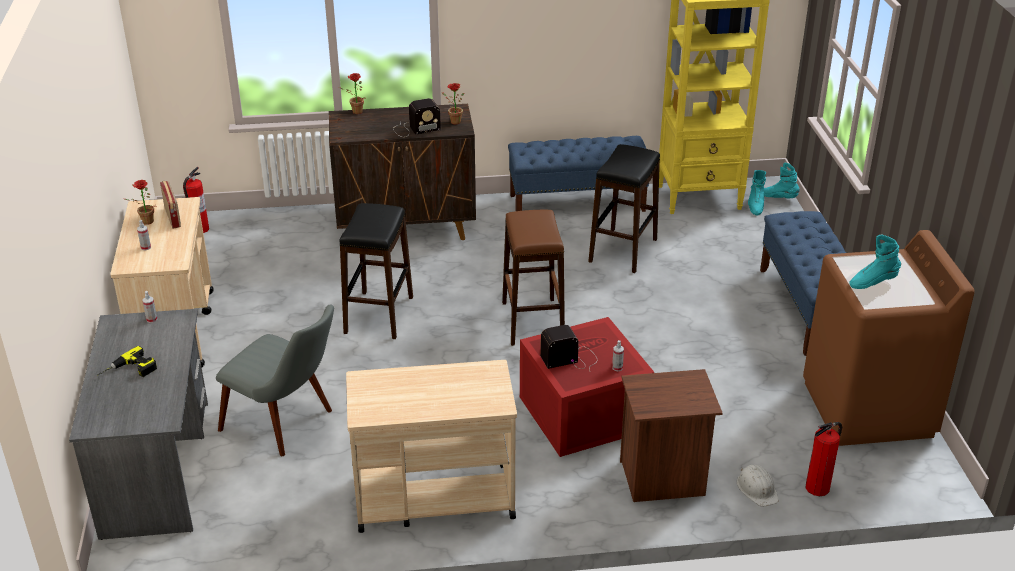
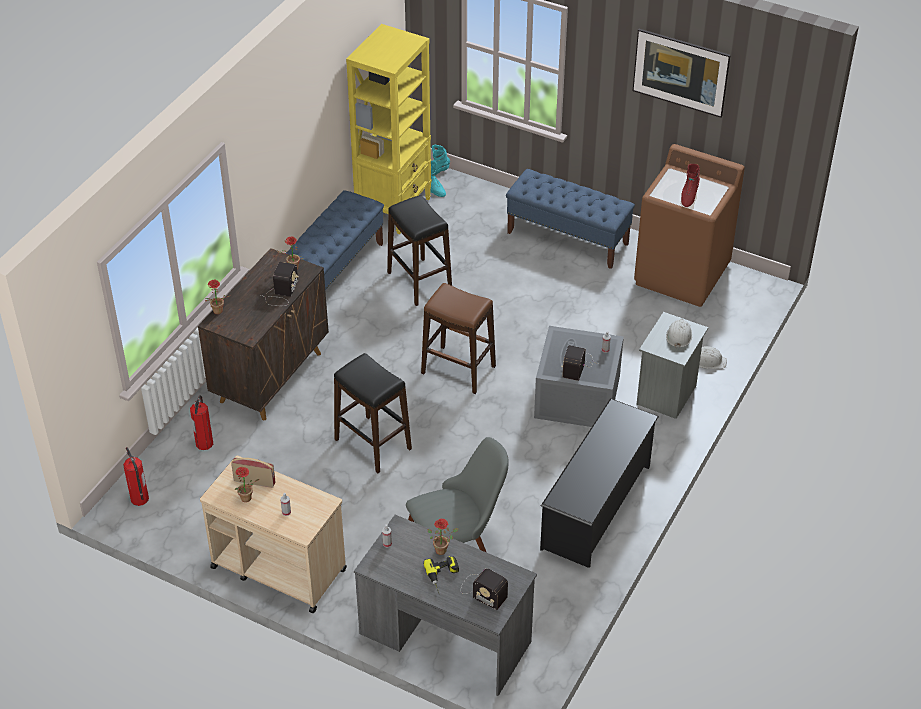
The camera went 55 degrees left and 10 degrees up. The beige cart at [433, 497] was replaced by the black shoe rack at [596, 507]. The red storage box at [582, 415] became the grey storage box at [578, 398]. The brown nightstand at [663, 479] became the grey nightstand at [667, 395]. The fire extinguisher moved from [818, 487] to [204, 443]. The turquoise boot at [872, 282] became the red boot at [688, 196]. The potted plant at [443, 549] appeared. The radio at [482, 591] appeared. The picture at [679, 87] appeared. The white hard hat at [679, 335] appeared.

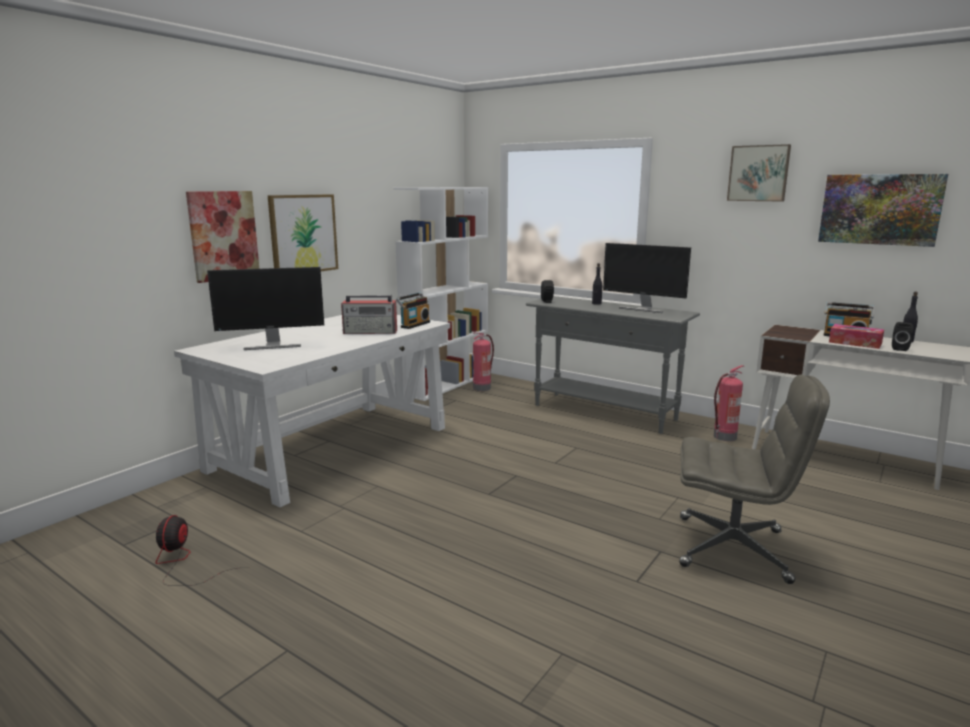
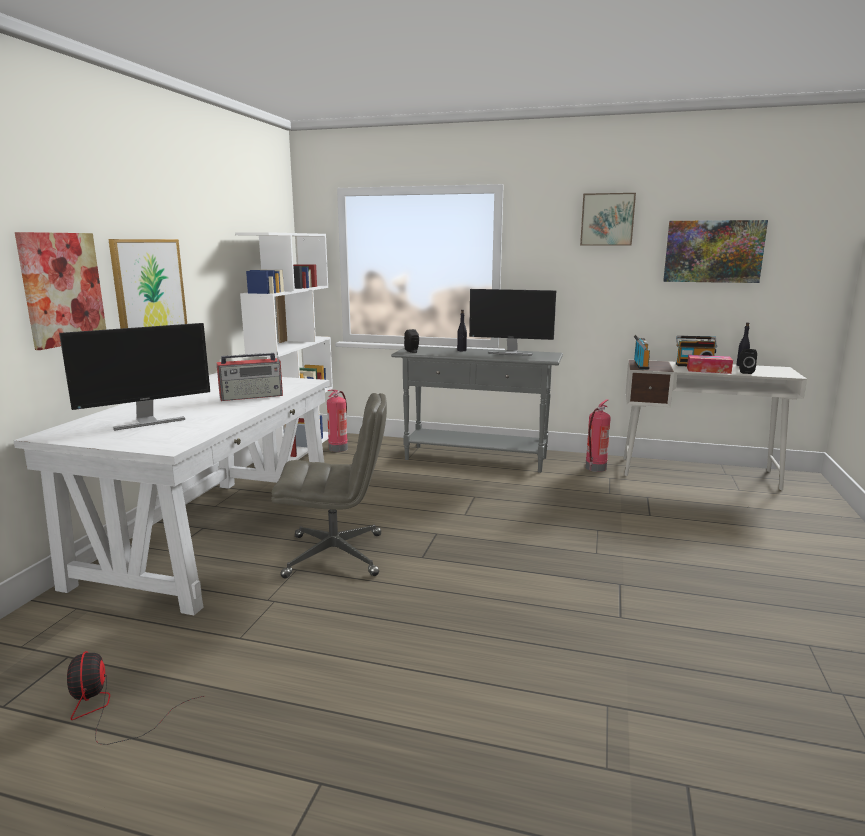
The camera went 20 degrees left and 0 degrees up. The radio moved from [414, 324] to [640, 365]. The grey office chair moved from [734, 548] to [336, 555].

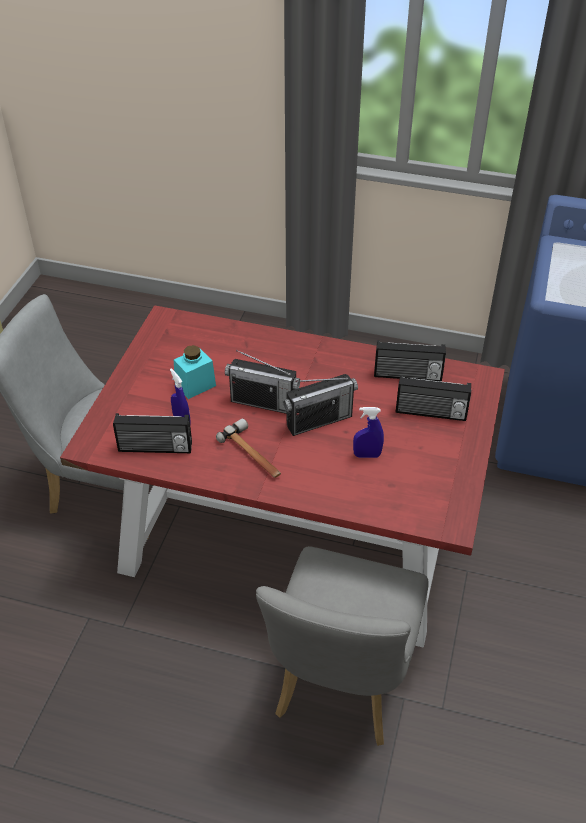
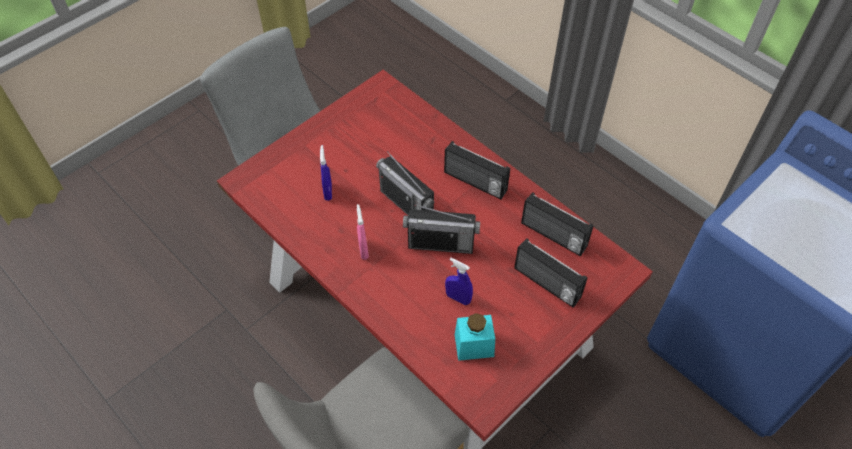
The camera went 30 degrees right and 10 degrees up. The radio moved from [155, 448] to [474, 182]. The turquoise jar moved from [195, 385] to [474, 345]. The hammer at [253, 454] was replaced by the pink spray bottle at [363, 250].

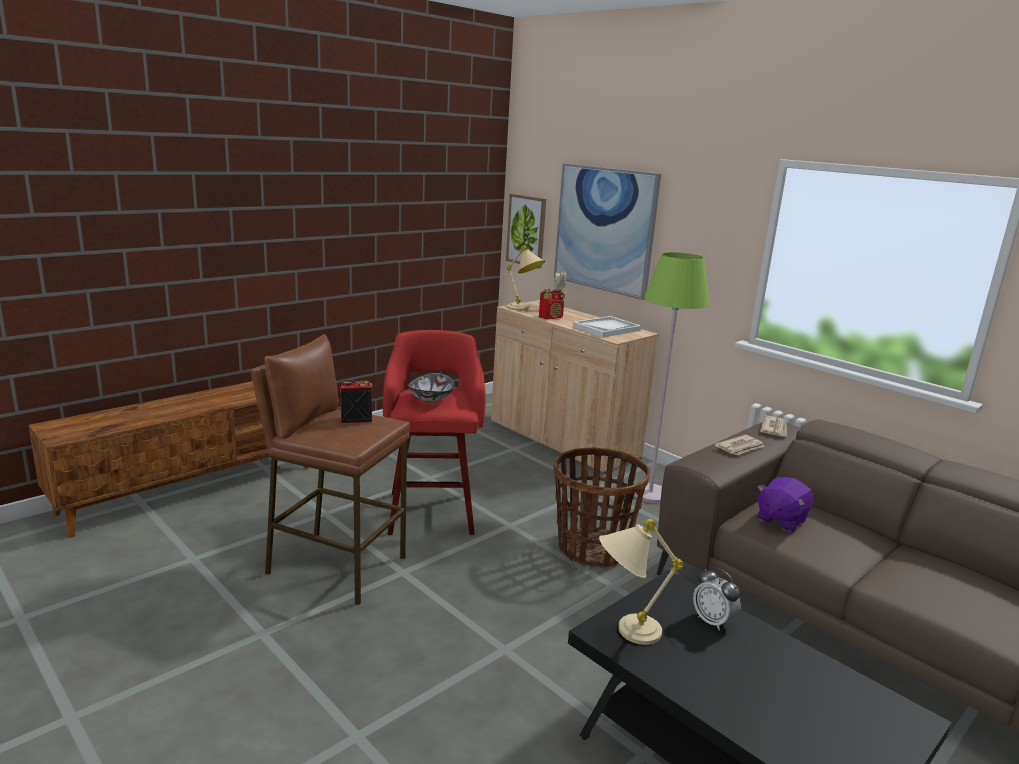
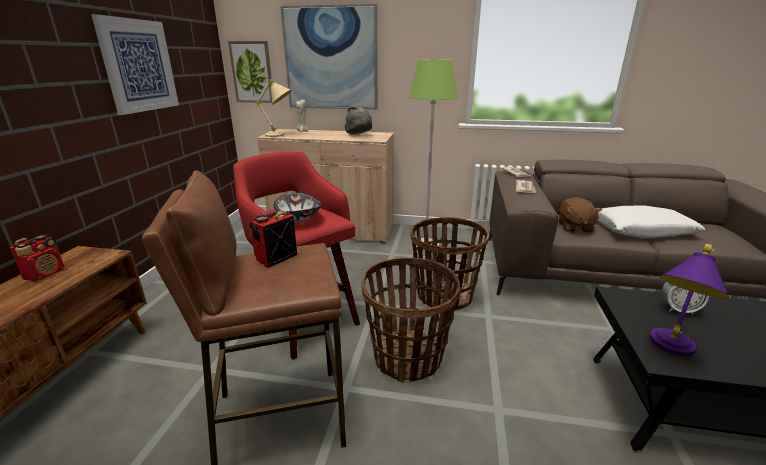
The camera went 35 degrees left and 5 degrees up. The radio moved from [551, 317] to [46, 274]. The white tray at [606, 328] was replaced by the grey hat at [359, 135]. The beige table lamp at [624, 631] became the purple table lamp at [668, 349]. The purple plush toy at [780, 520] became the brown plush toy at [574, 227]. The picture at [139, 66] appeared. The basket at [408, 357] appeared. The white pillow at [641, 230] appeared.

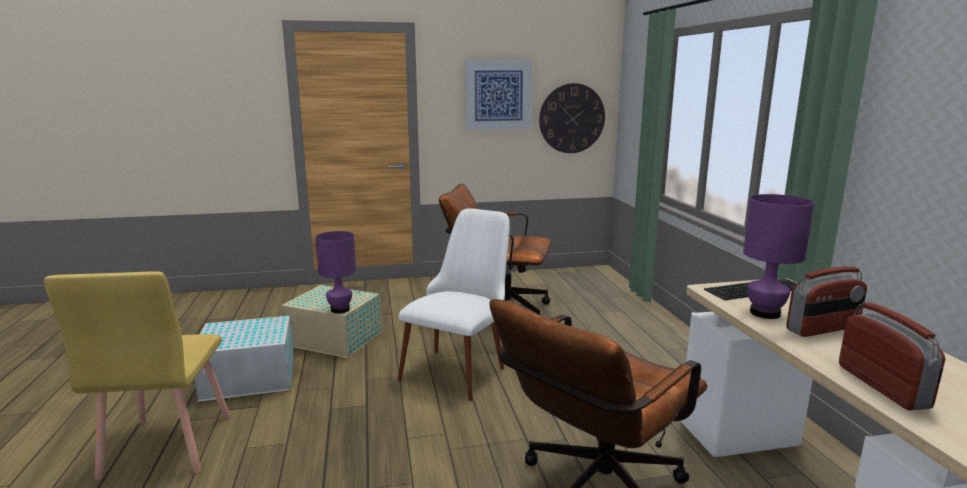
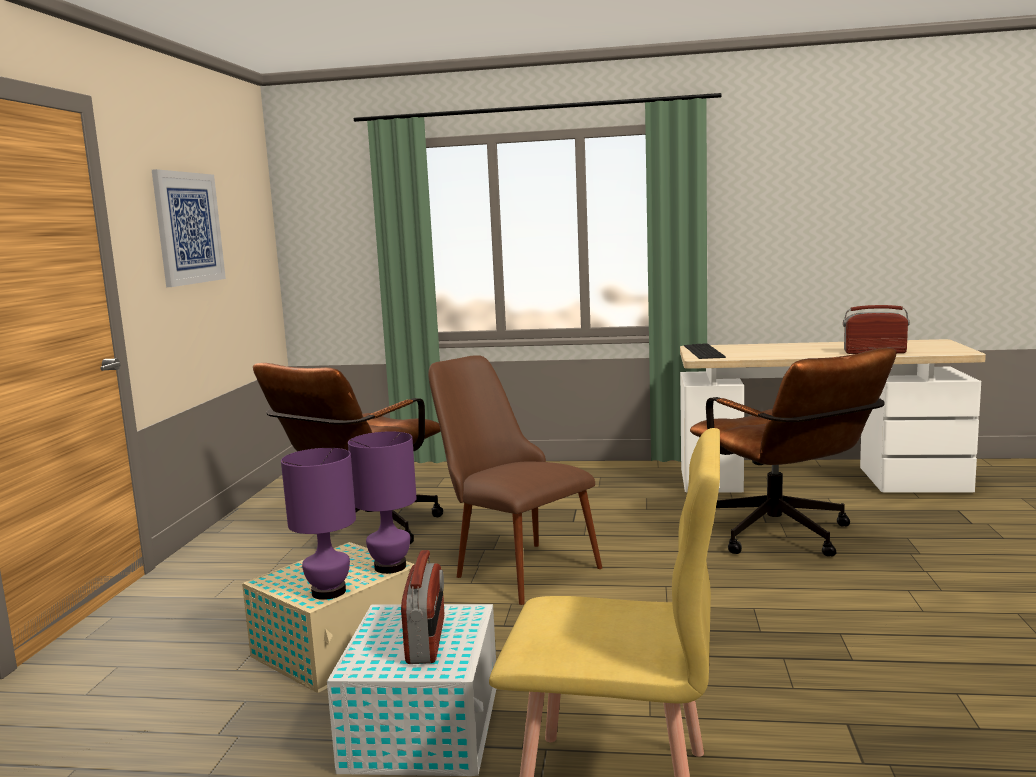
The camera went 70 degrees left and 5 degrees down. The white chair at [461, 366] became the brown chair at [512, 566]. The wall clock at [572, 118] disappeared. The purple table lamp moved from [765, 313] to [329, 592]. The radio moved from [823, 329] to [427, 640].

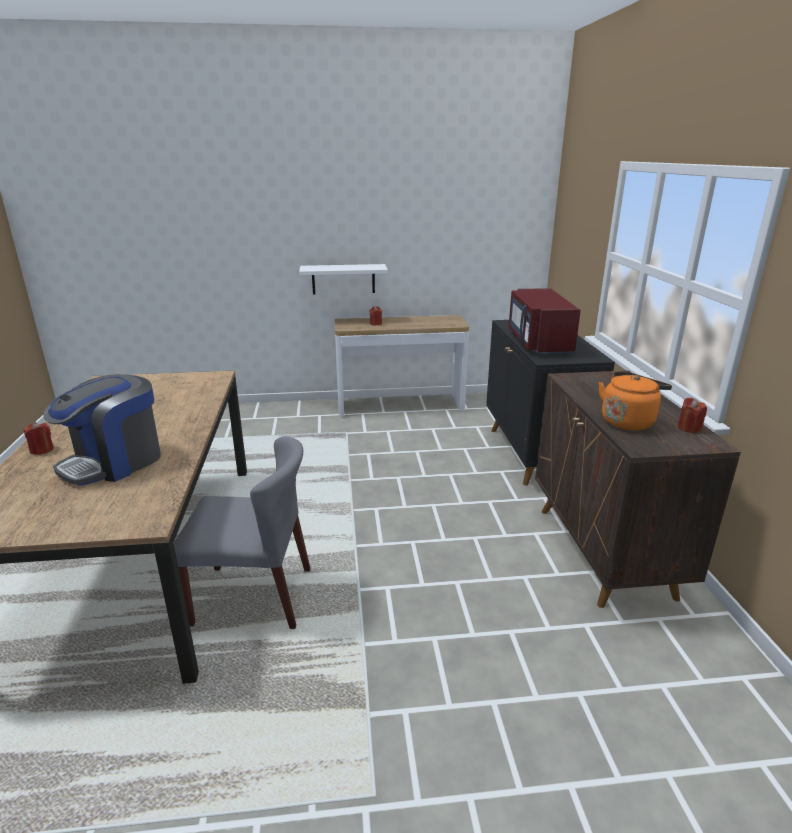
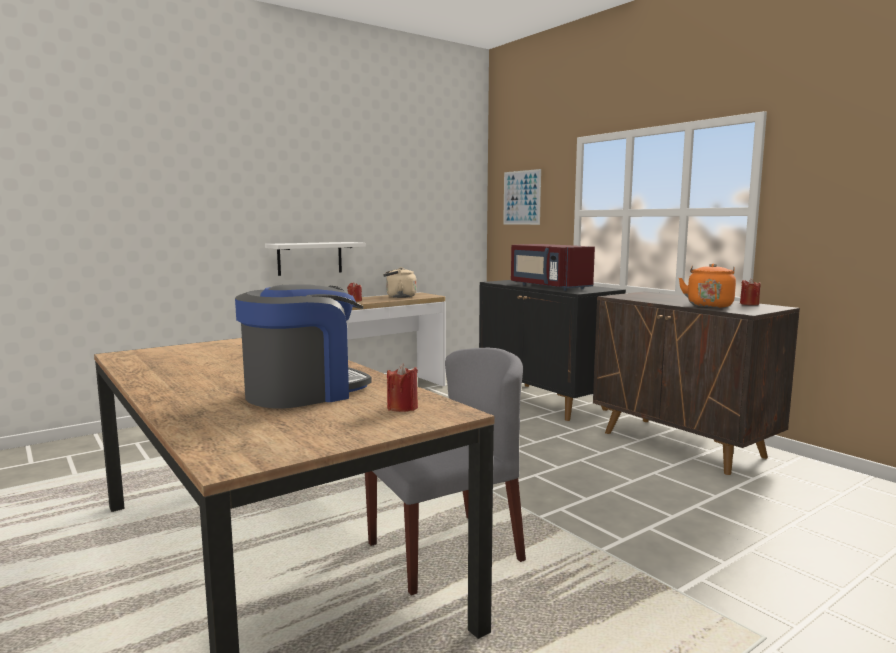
The camera went 30 degrees left and 15 degrees down. The red candle moved from [42, 450] to [402, 408]. The coffee machine at [114, 462] turned 135 degrees counterclockwise. The beige kettle at [399, 296] appeared. The picture at [521, 197] appeared.

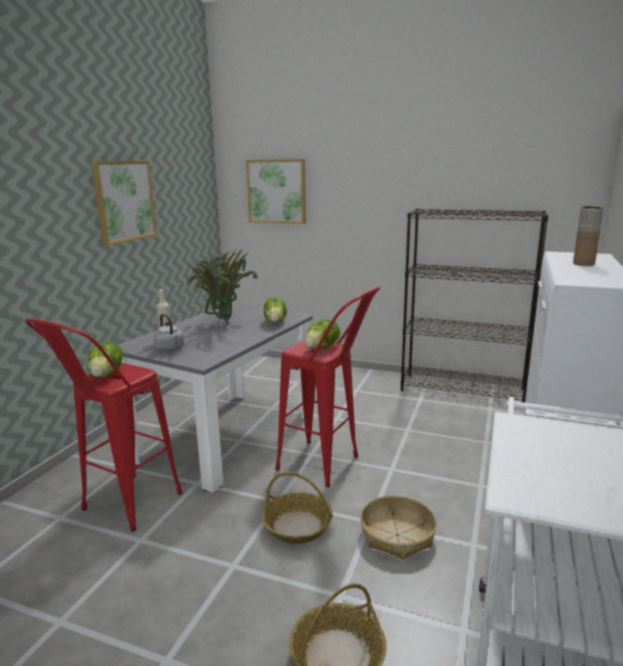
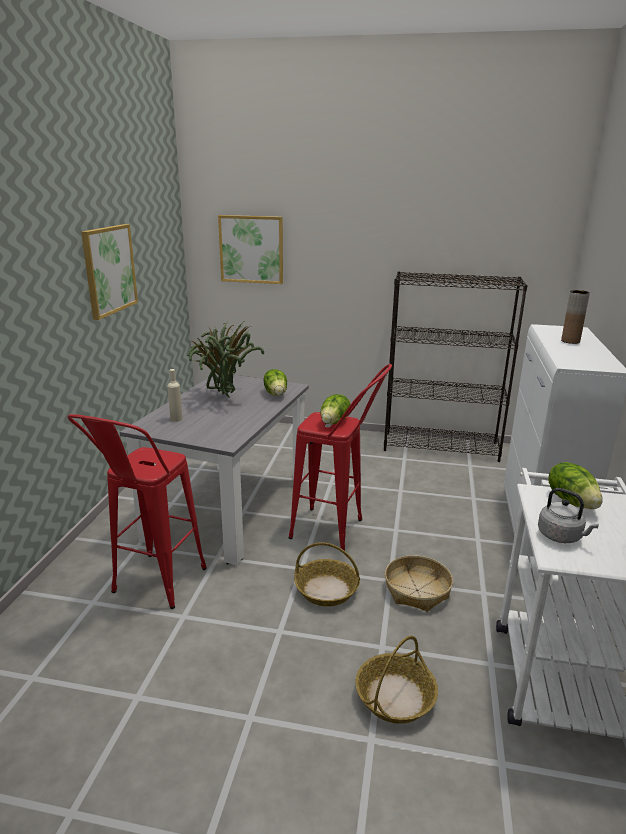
The camera went 10 degrees left and 5 degrees up. The lettuce moved from [107, 374] to [572, 501]. The grey kettle moved from [170, 349] to [561, 536].

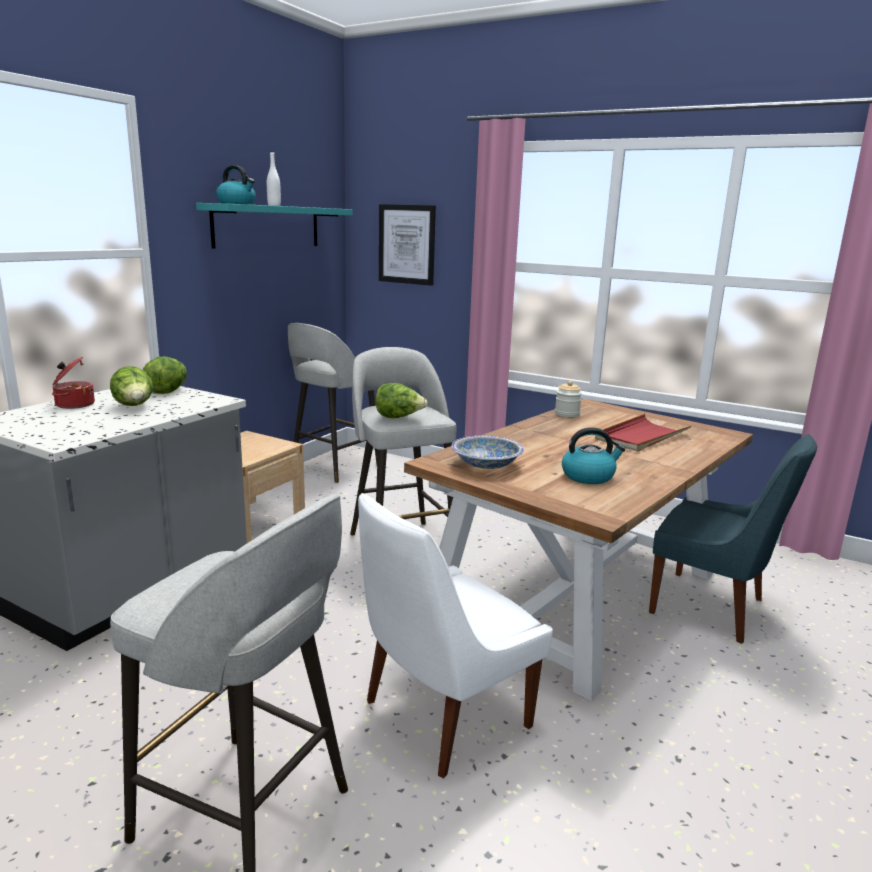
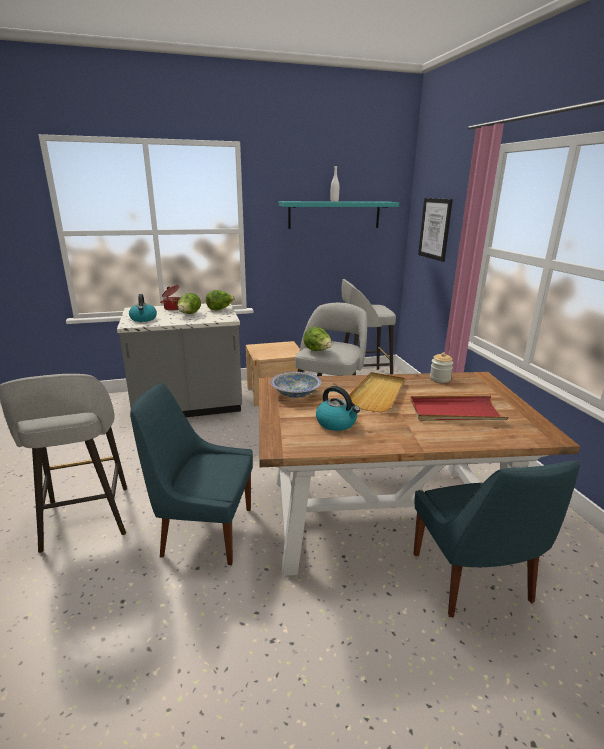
The camera went 45 degrees right and 5 degrees up. The kettle moved from [237, 203] to [143, 319]. The white chair at [441, 716] became the blue chair at [204, 531]. The beige tray at [378, 394] appeared.

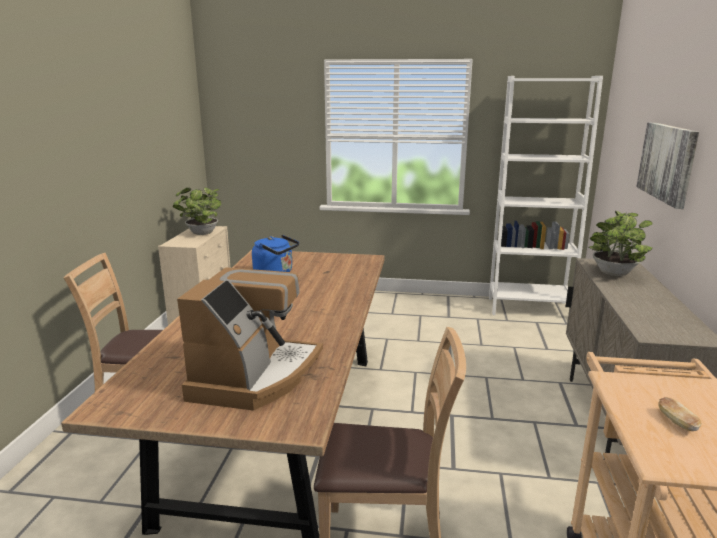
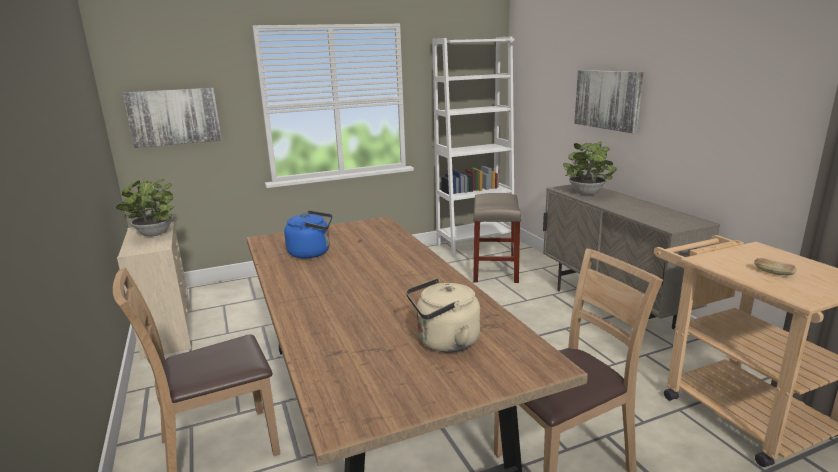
The camera went 30 degrees left and 0 degrees up. The coffee machine at [255, 376] was replaced by the beige kettle at [444, 342]. The picture at [174, 117] appeared. The beige stool at [495, 270] appeared.

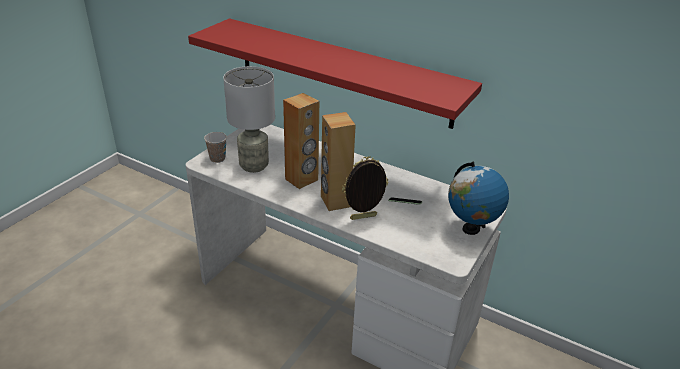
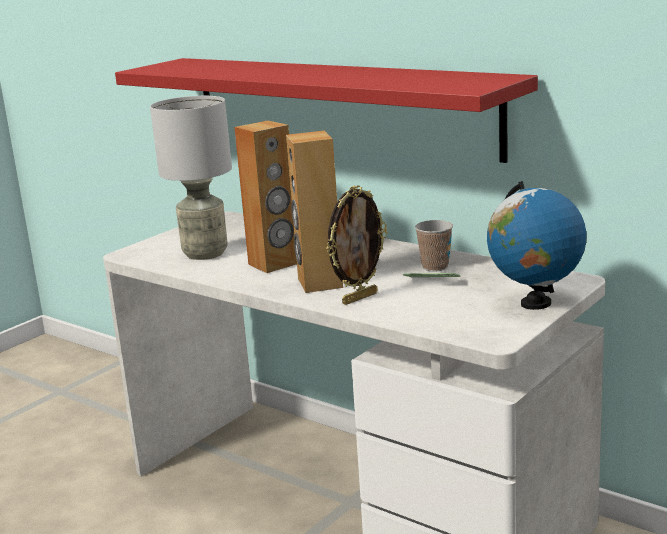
The camera went 10 degrees right and 15 degrees down. The cup moved from [217, 159] to [435, 267]. The picture frame at [363, 218] turned 150 degrees clockwise.

